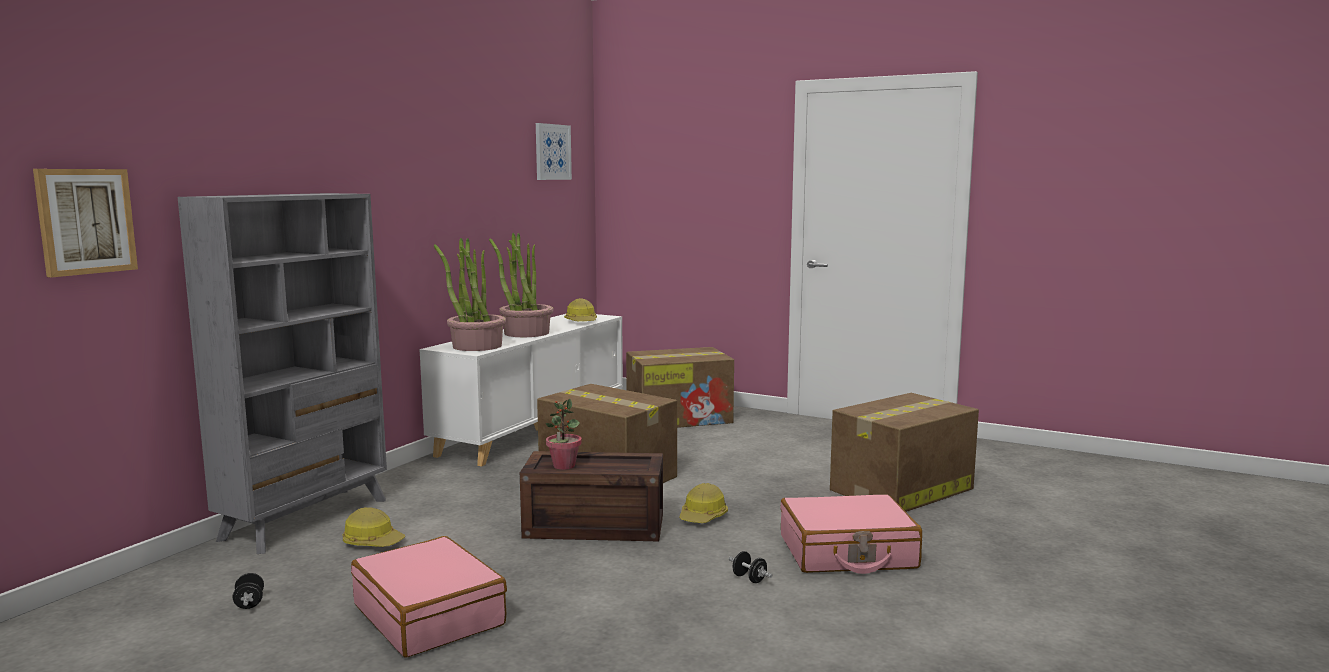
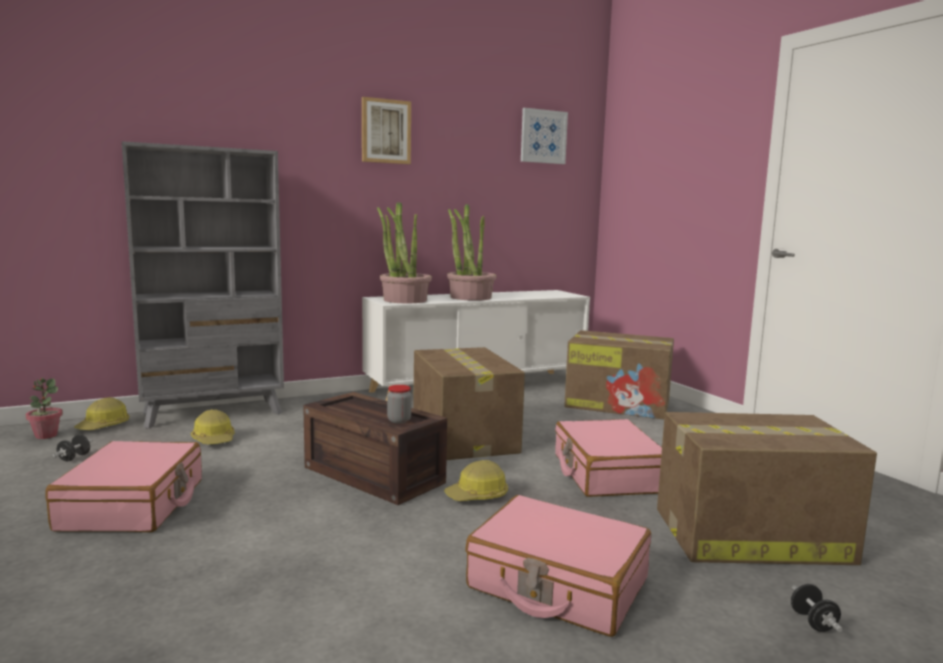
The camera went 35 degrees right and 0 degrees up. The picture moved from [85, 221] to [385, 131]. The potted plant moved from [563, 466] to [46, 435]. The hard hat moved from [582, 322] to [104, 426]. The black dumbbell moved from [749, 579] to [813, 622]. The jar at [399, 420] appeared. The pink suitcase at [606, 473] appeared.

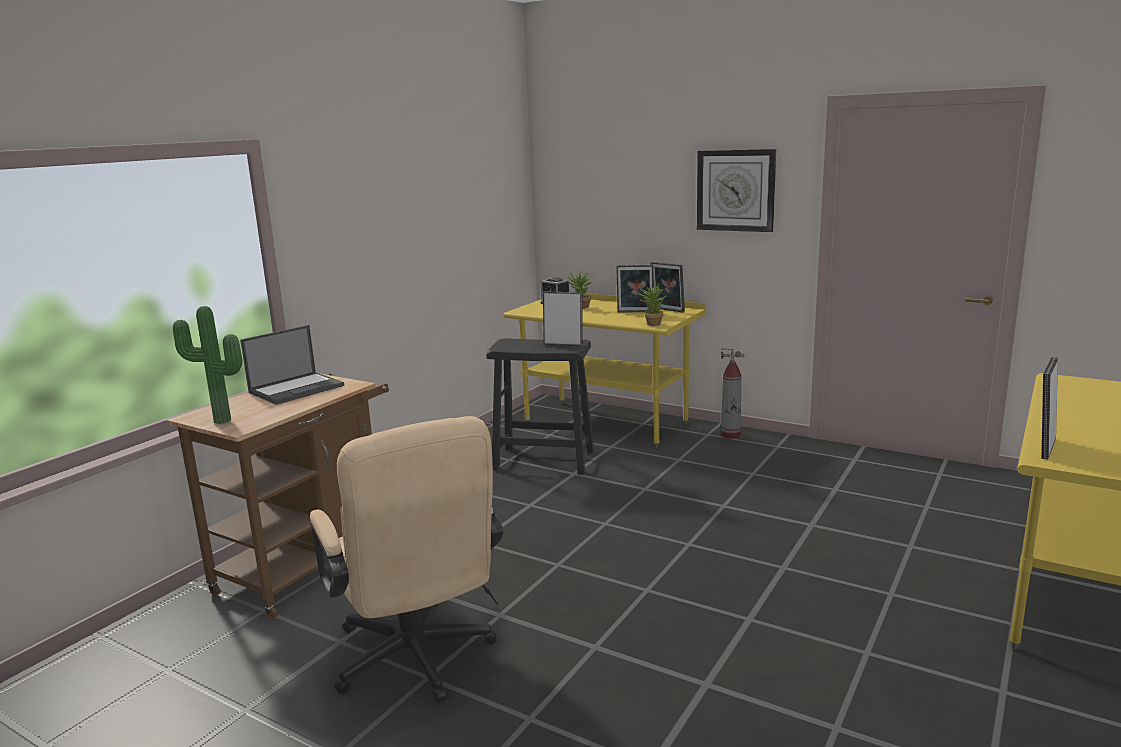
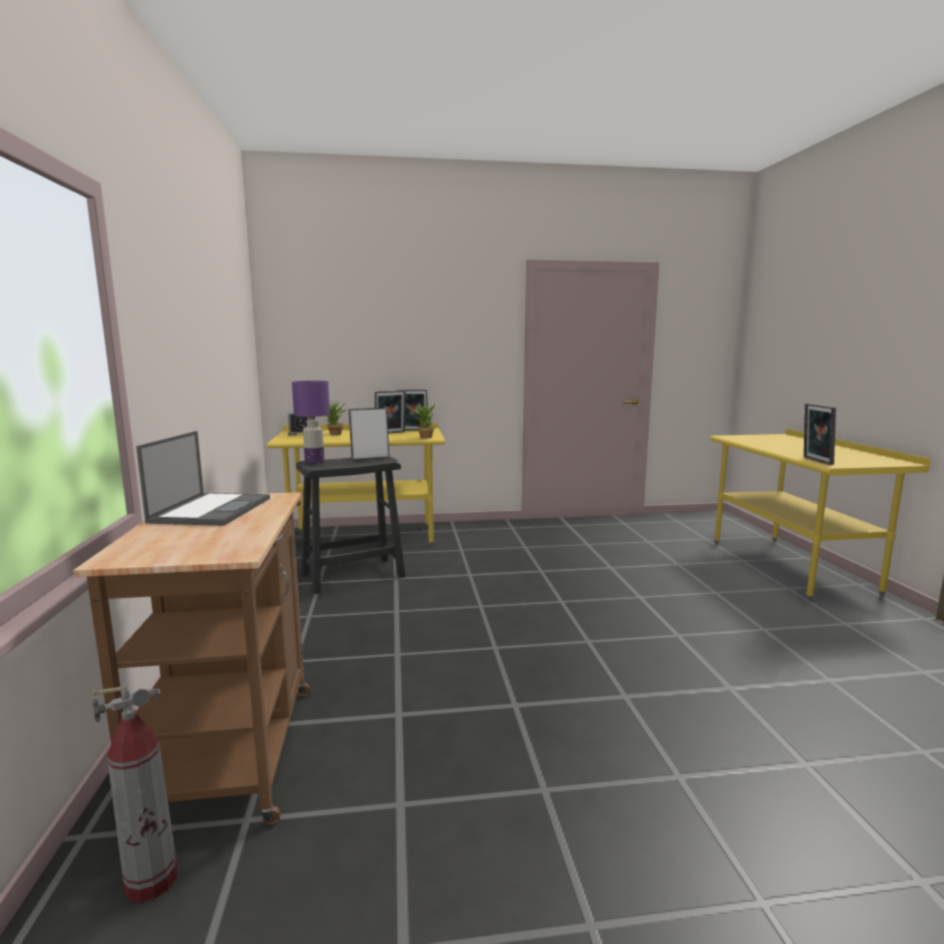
The camera went 40 degrees left and 5 degrees down. The potted plant at [220, 422] disappeared. The beige office chair at [417, 662] disappeared. The wall clock at [735, 190] disappeared. The fire extinguisher moved from [731, 435] to [152, 881]. The purple table lamp at [314, 462] appeared.

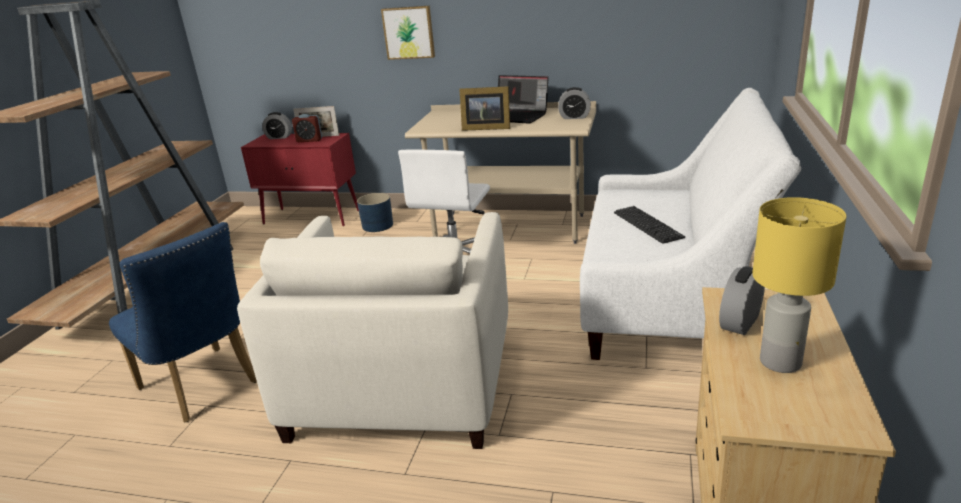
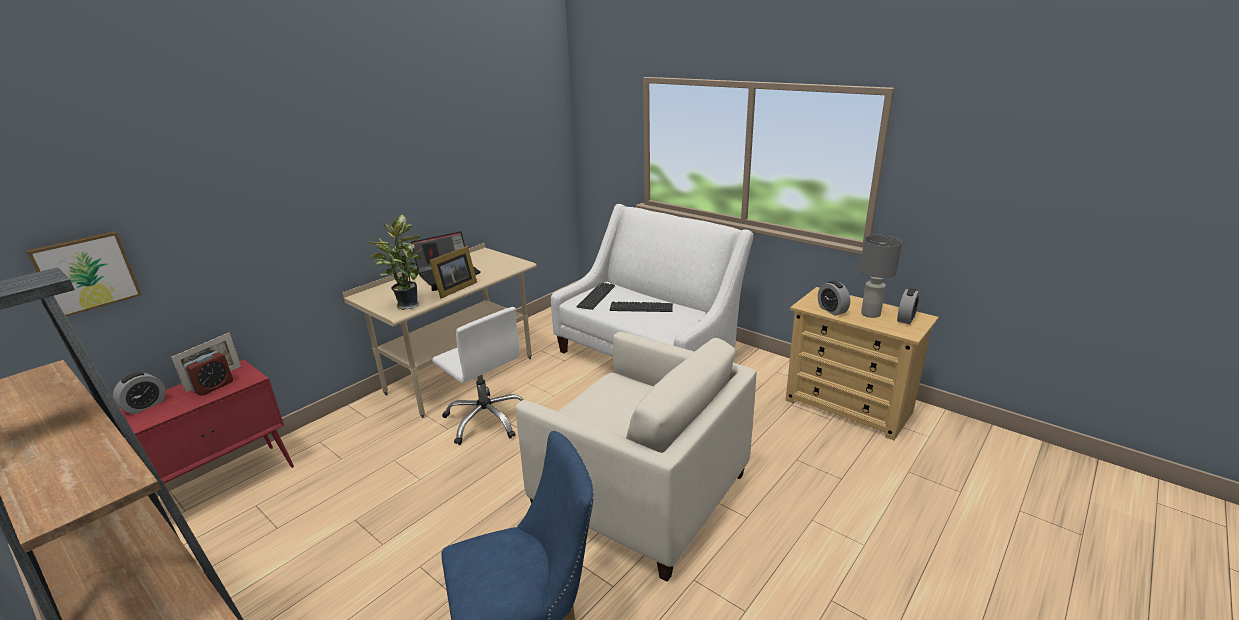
The camera went 65 degrees left and 0 degrees up. The blue planter at [378, 226] disappeared. The picture moved from [409, 32] to [86, 273]. The alarm clock moved from [574, 117] to [906, 318]. The yellow table lamp at [779, 361] became the grey table lamp at [870, 314]. The potted plant at [407, 304] appeared. The keyboard at [596, 296] appeared.

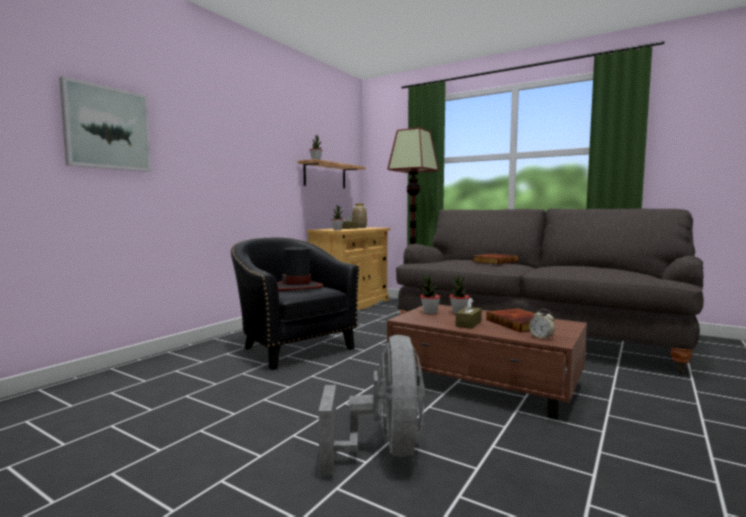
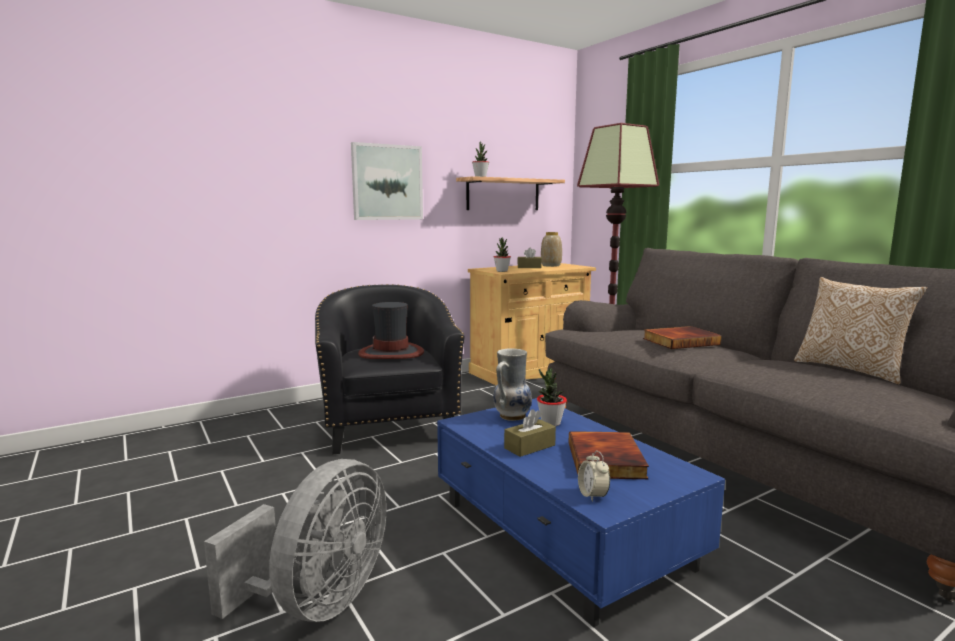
The camera went 25 degrees right and 5 degrees up. The picture moved from [107, 128] to [387, 182]. The brown coffee table at [485, 383] became the blue coffee table at [562, 534]. The potted plant at [430, 313] was replaced by the vase at [511, 416]. The pillow at [850, 369] appeared.

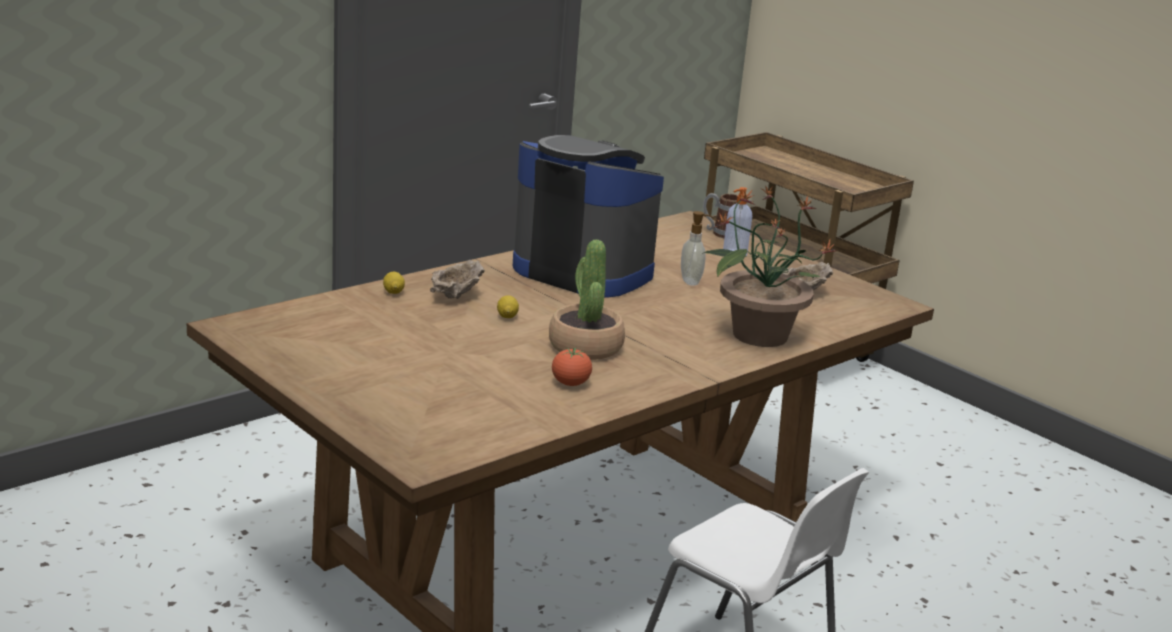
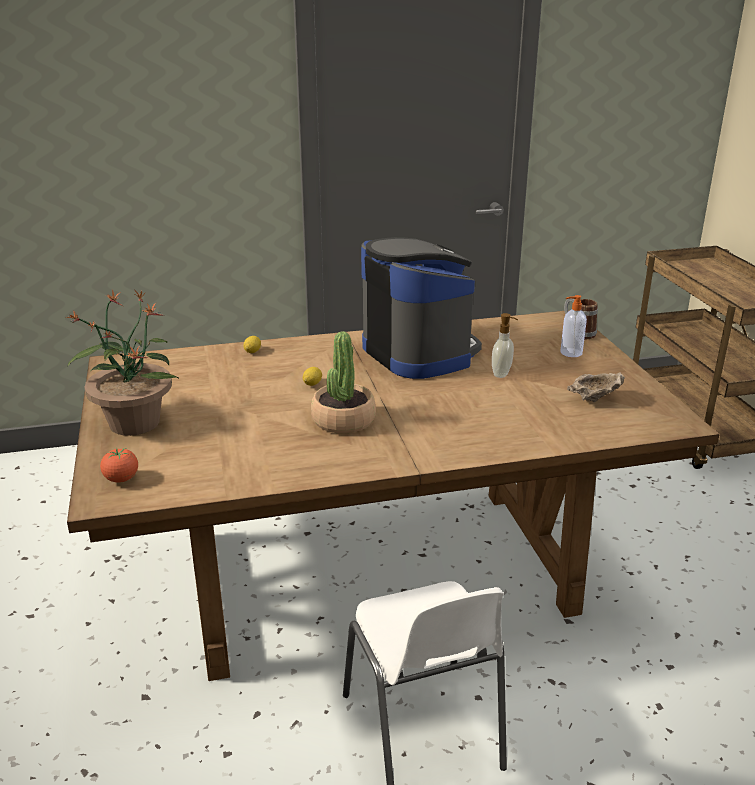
The camera went 30 degrees right and 5 degrees up. The beige bowl at [455, 297] disappeared. The tomato moved from [570, 384] to [121, 479]. The potted plant moved from [758, 335] to [134, 422].

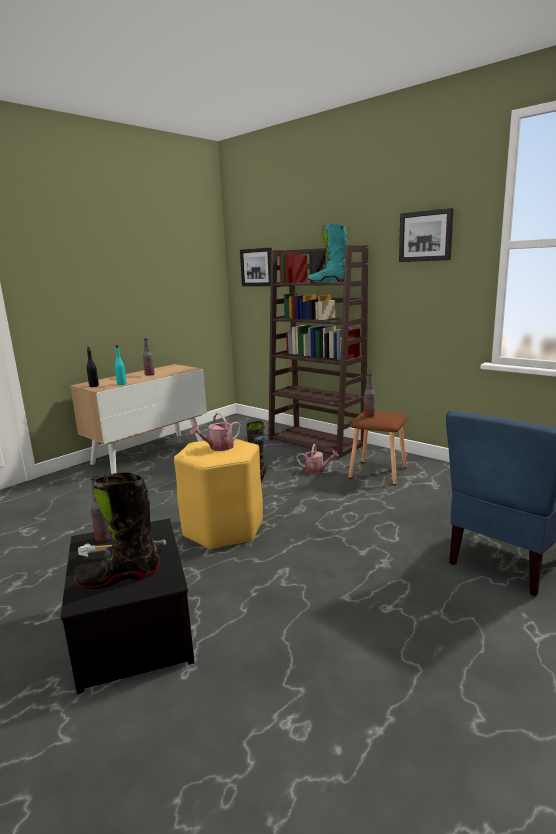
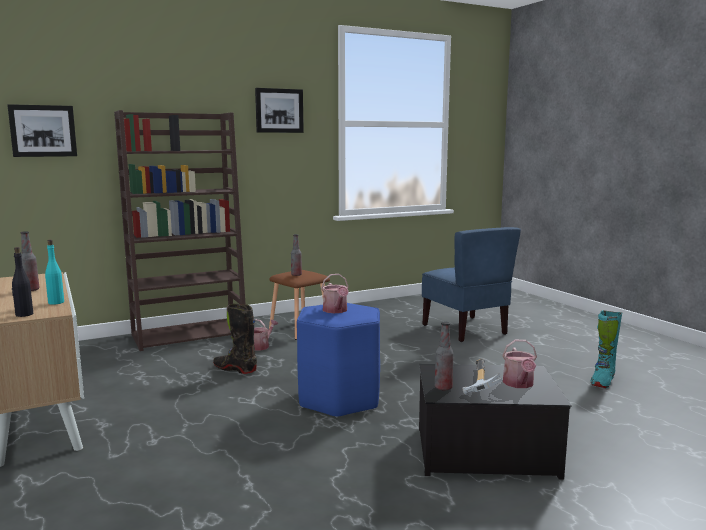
The camera went 70 degrees left and 5 degrees down. The black boot at [119, 577] was replaced by the watering can at [519, 384]. The yellow stool at [223, 528] became the blue stool at [339, 399]. The turquoise boot moved from [328, 282] to [602, 381].

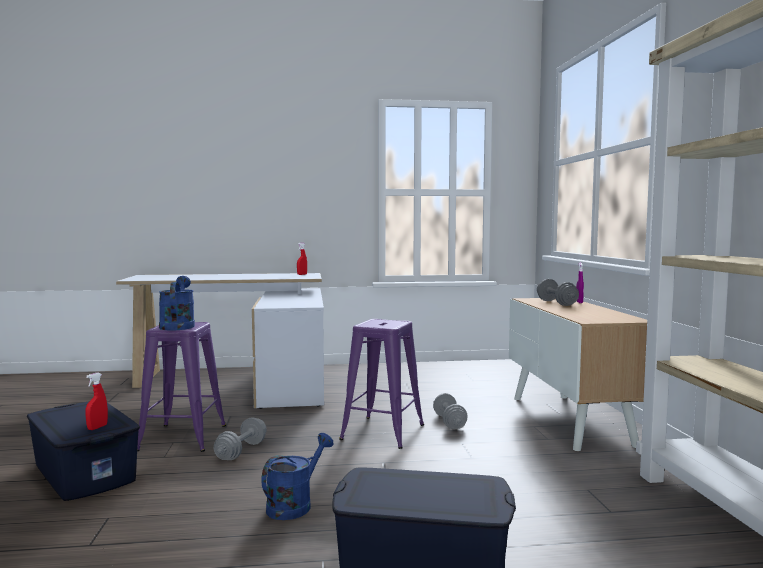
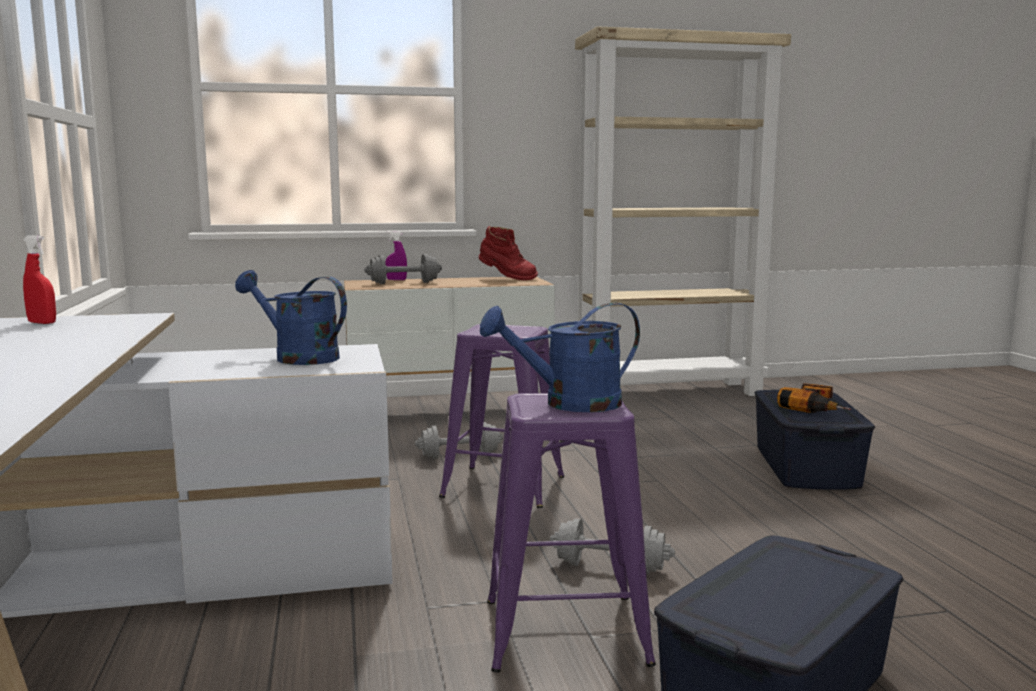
The camera went 95 degrees left and 5 degrees up. The red spray bottle at [97, 427] disappeared. The blue watering can moved from [294, 504] to [297, 357]. The red boot at [507, 278] appeared. The power drill at [816, 407] appeared.

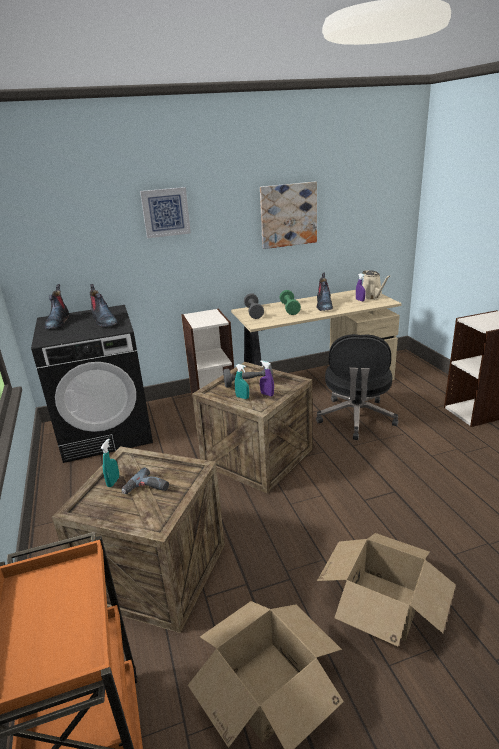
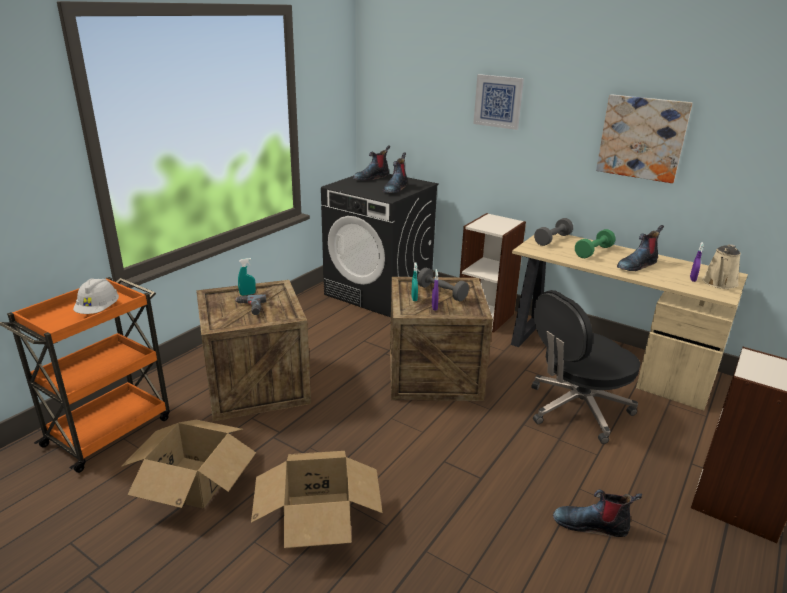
The camera went 50 degrees right and 0 degrees up. The white hard hat at [99, 310] appeared. The boot at [591, 524] appeared.

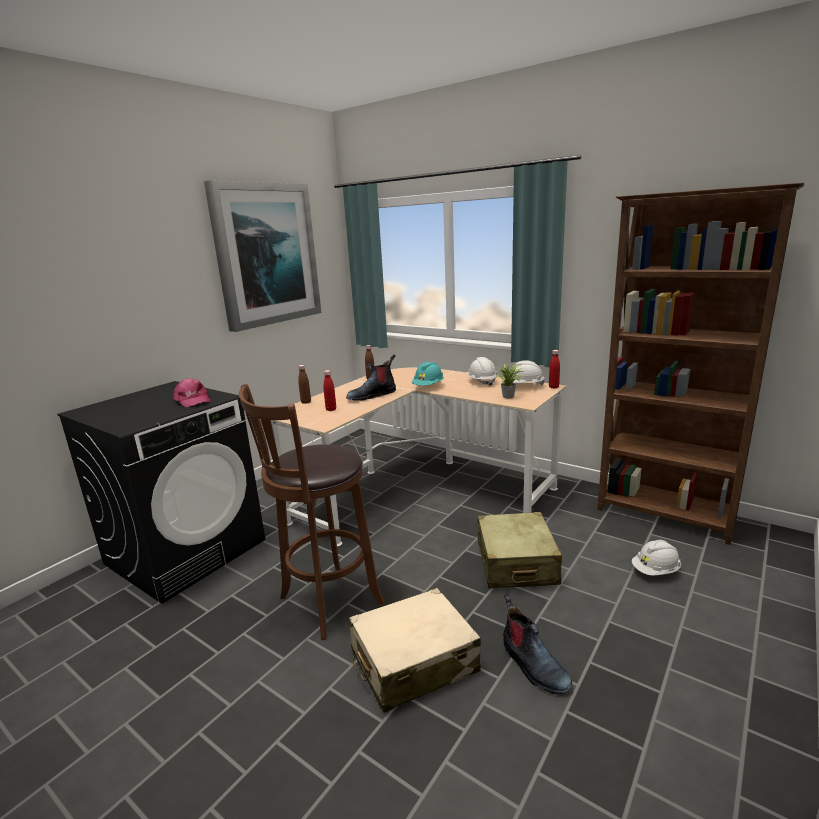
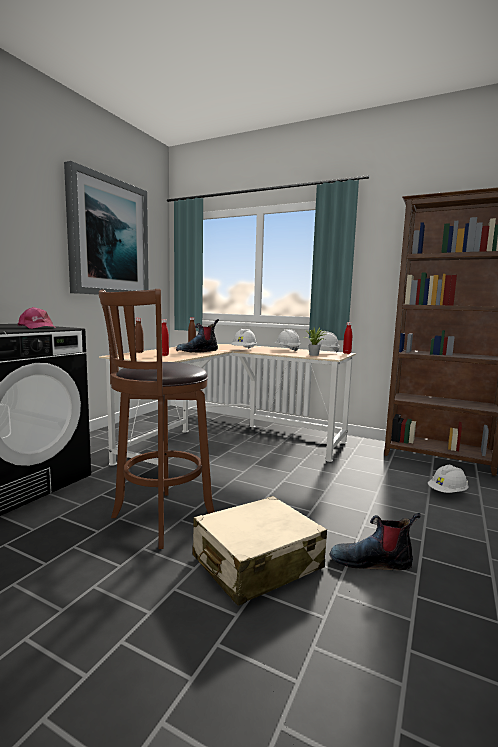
The camera went 10 degrees left and 10 degrees down. The turquoise hard hat at [428, 386] became the white hard hat at [244, 350]. The beige suitcase at [516, 563] disappeared. The boot at [533, 665] turned 135 degrees clockwise.

